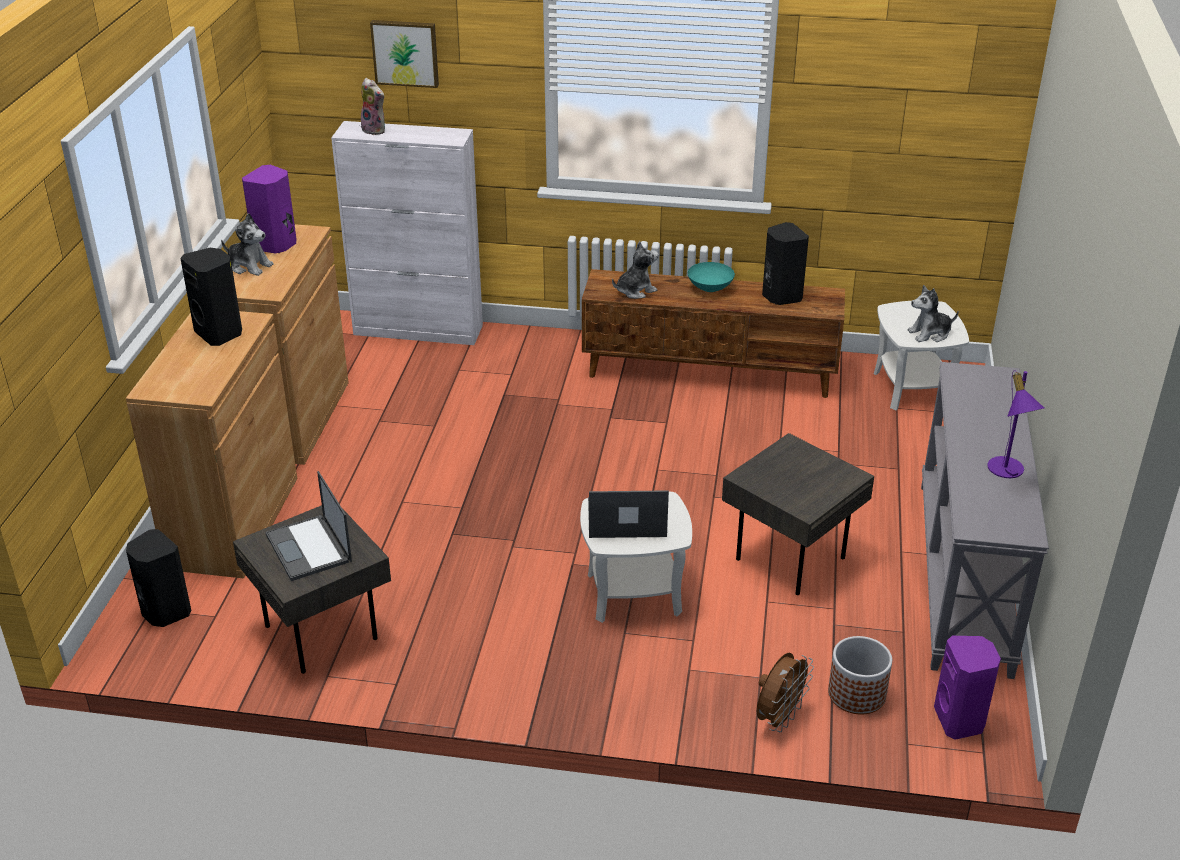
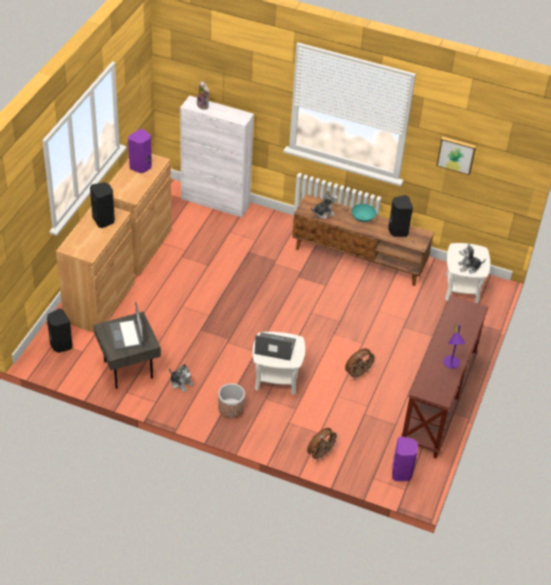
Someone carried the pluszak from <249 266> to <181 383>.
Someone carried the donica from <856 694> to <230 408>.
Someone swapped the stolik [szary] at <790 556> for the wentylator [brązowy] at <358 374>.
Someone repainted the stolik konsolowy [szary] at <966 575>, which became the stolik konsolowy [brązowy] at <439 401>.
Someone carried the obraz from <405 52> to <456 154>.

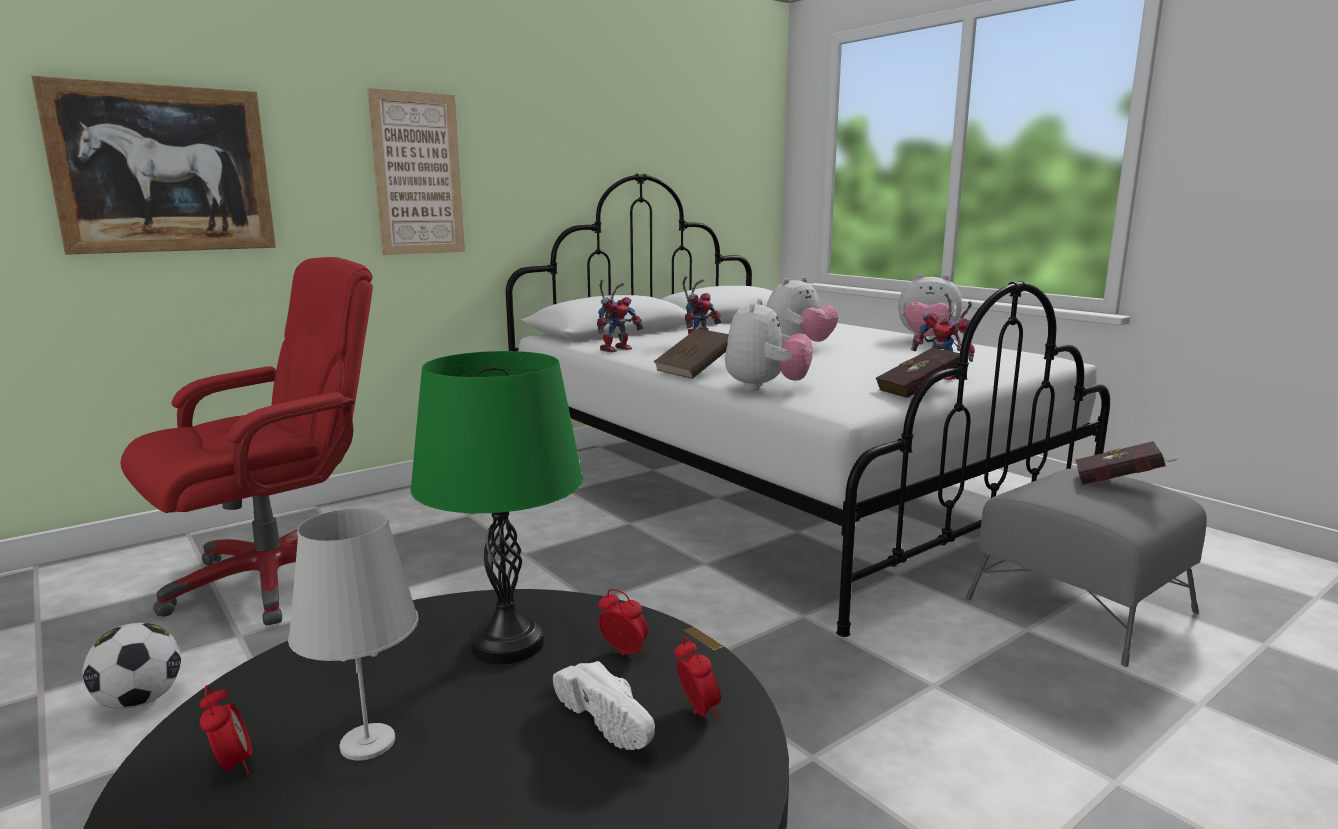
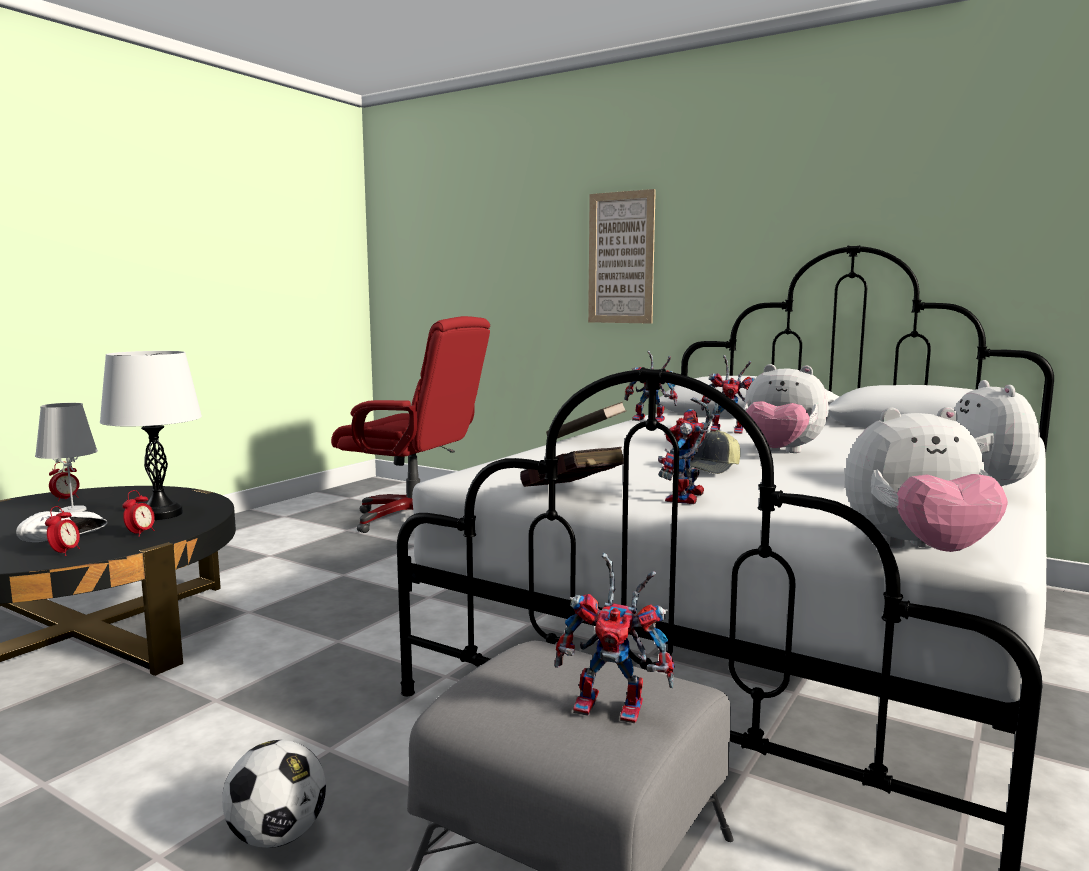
Someone rotated the budzik at <697 712> by 45 degrees counterclockwise.
Someone repainted the lampa stołowa [zielony] at <508 644>, which became the lampa stołowa [biały] at <160 514>.
Someone carried the piłka futbolowa from <140 701> to <277 836>.
Someone swapped the książka [czerwony] at <1120 484> for the robot zabawkowy at <616 706>.
Someone put down the czapka z daszkiem at <712 469>.
Someone carried the pluszak from <765 388> to <917 551>.
Someone took away the obraz at <164 169>.

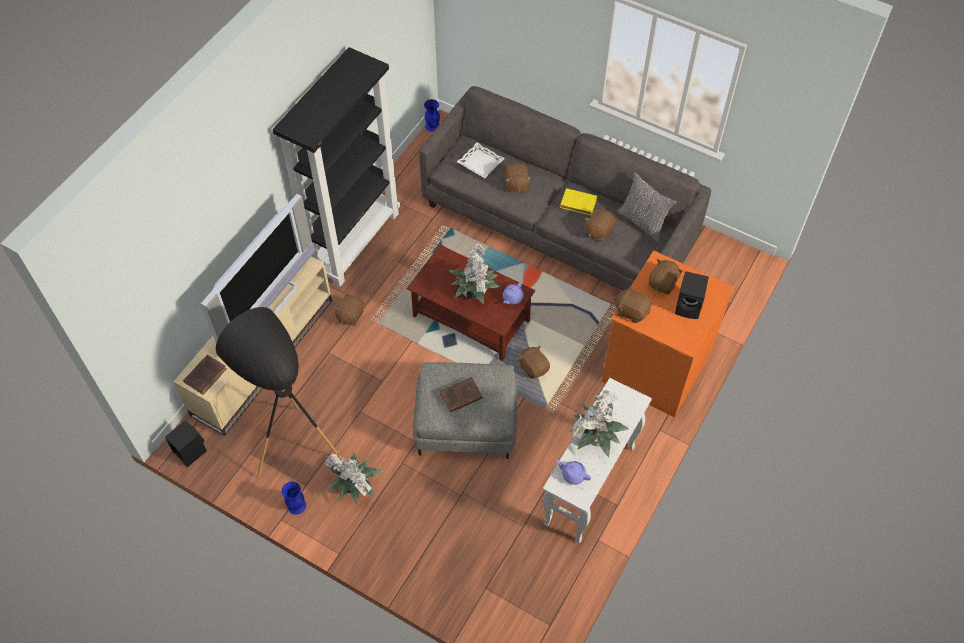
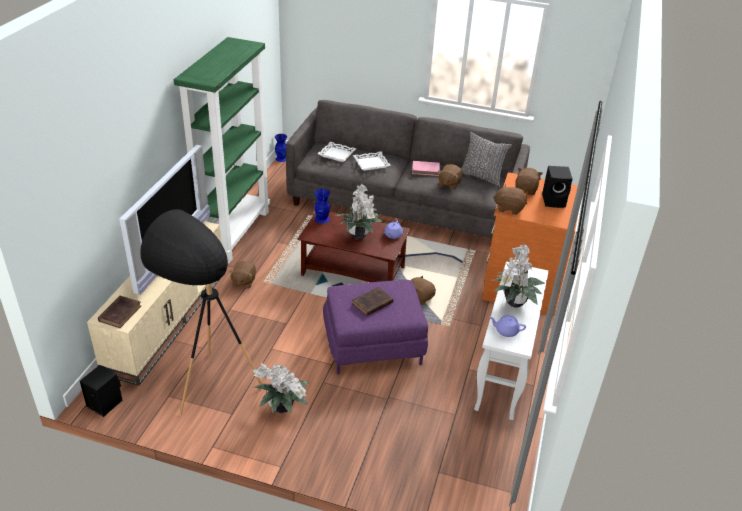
Someone repainted the regał [czarny] at <355 241>, which became the regał [zielony] at <235 232>.
Someone carried the wazon [niebieski] from <296 506> to <322 219>.
Someone repainted the pufa [szary] at <465 423>, which became the pufa [fioletowy] at <373 344>.
Someone swapped the pluszak [brązowy] at <516 184> for the taca [biały] at <371 163>.
Someone repainted the książka [żółty] at <579 203>, which became the książka [różowy] at <426 170>.

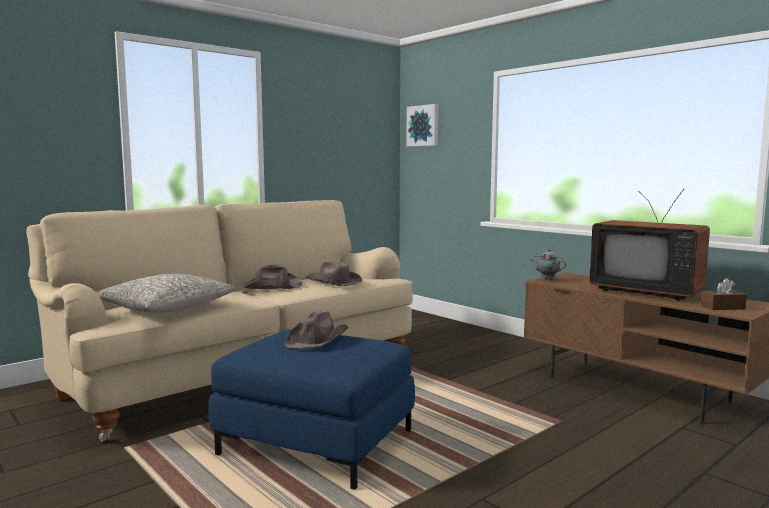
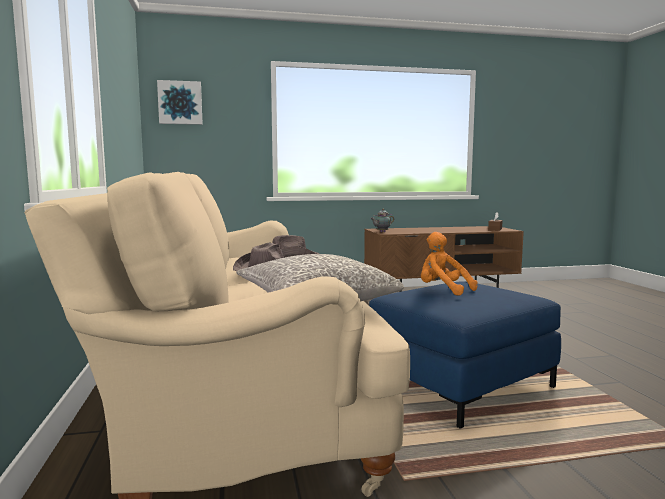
Someone swapped the kapelusz [brązowy] at <317 339> for the pluszak [pomarańczowy] at <442 290>.
Someone took away the telewizor at <646 291>.

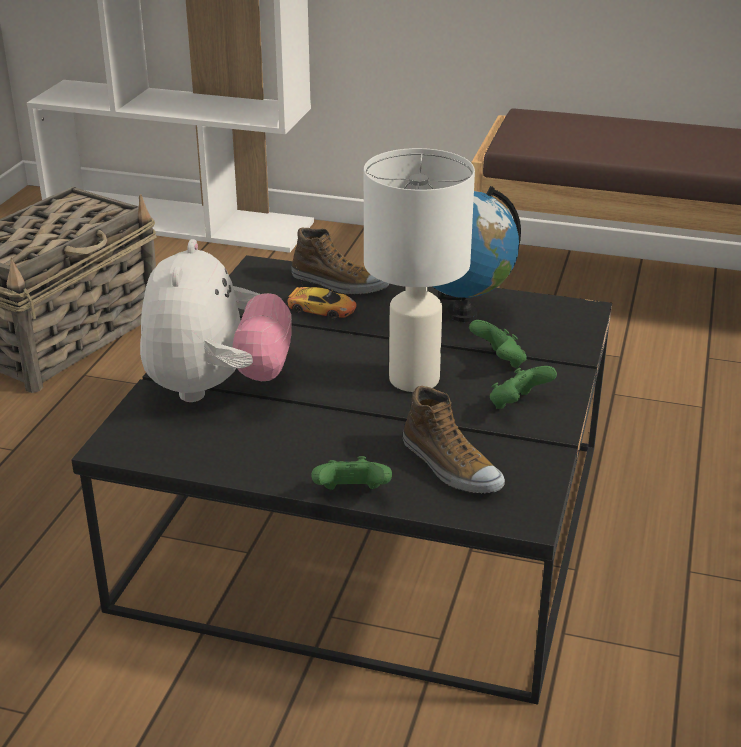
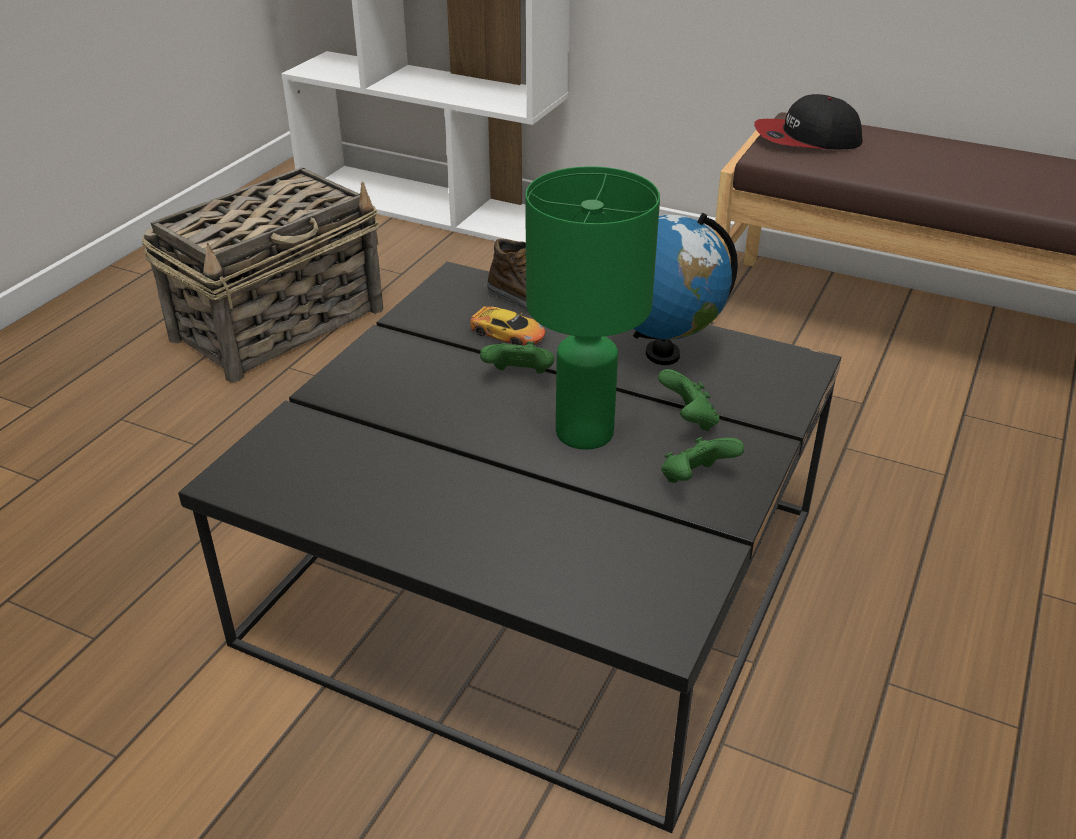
Someone carried the pad do gier [zielony] from <352 495> to <519 377>.
Someone repainted the lampa stołowa [biały] at <413 379>, which became the lampa stołowa [zielony] at <583 432>.
Someone put down the czapka z daszkiem at <806 139>.
Someone took away the pluszak at <216 388>.
Someone took away the but at <450 466>.

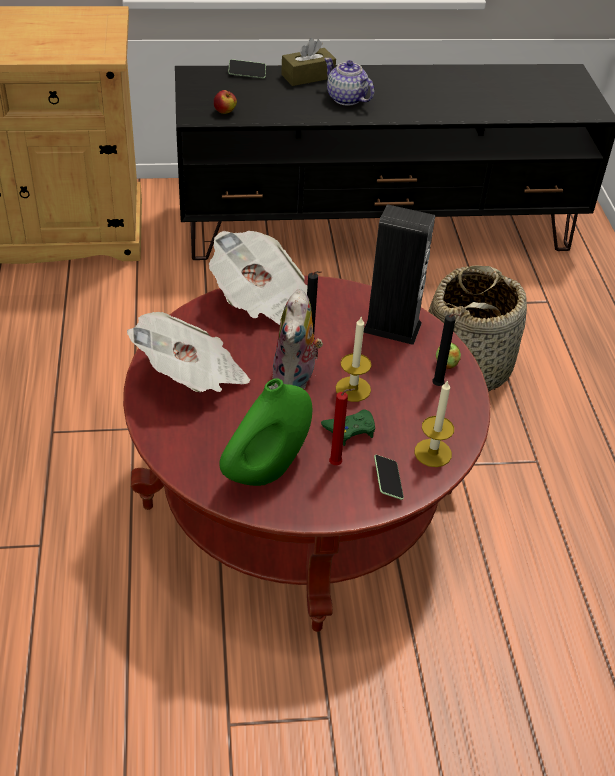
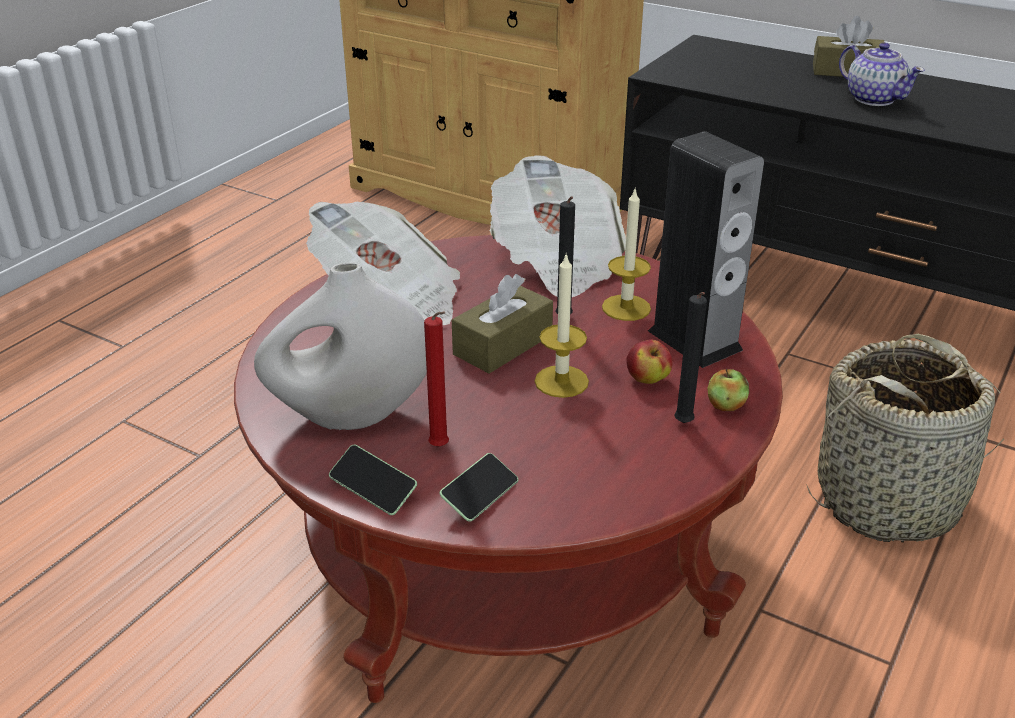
Someone repainted the wazon [zielony] at <266 471>, which became the wazon [biały] at <350 416>.
Someone carried the telefon from <247 74> to <373 489>.
Someone swapped the pluszak at <296 379> for the pudełko chusteczek [brązowy] at <503 345>.
Someone carried the świeca from <433 453> to <626 308>.
Someone carried the jabłko from <225 112> to <647 380>.
Someone rotated the imbryk at <346 99> by 150 degrees clockwise.
Someone took away the pad do gier [zielony] at <350 430>.

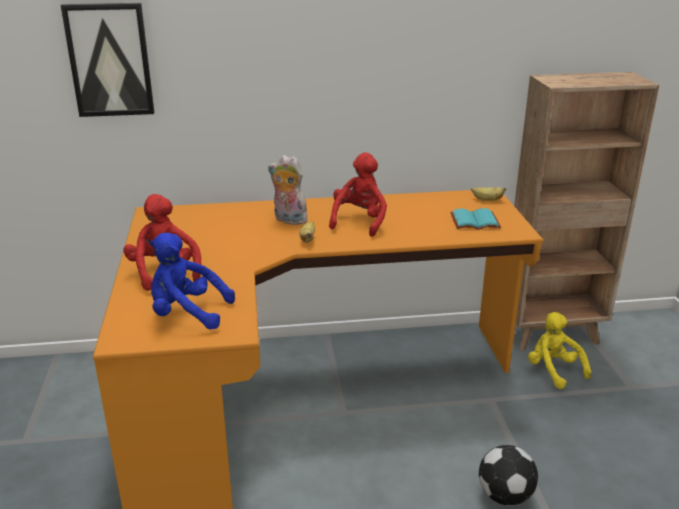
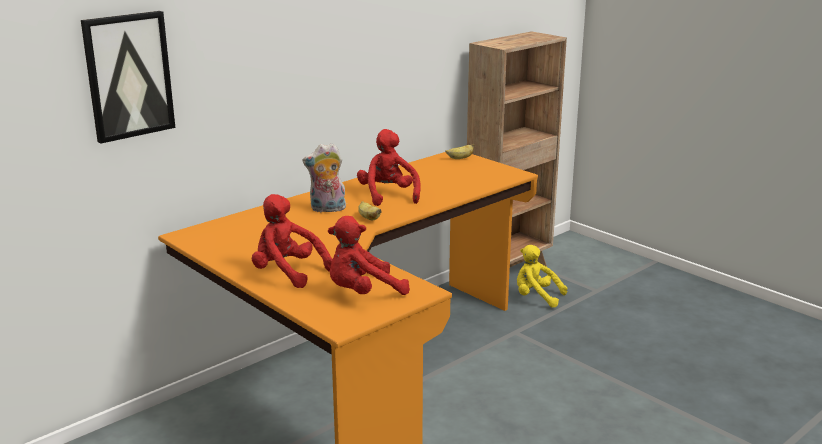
Someone repainted the pluszak [niebieski] at <187 313>, which became the pluszak [czerwony] at <363 293>.
Someone took away the książka [turkusowy] at <474 222>.
Someone took away the piłka futbolowa at <506 496>.

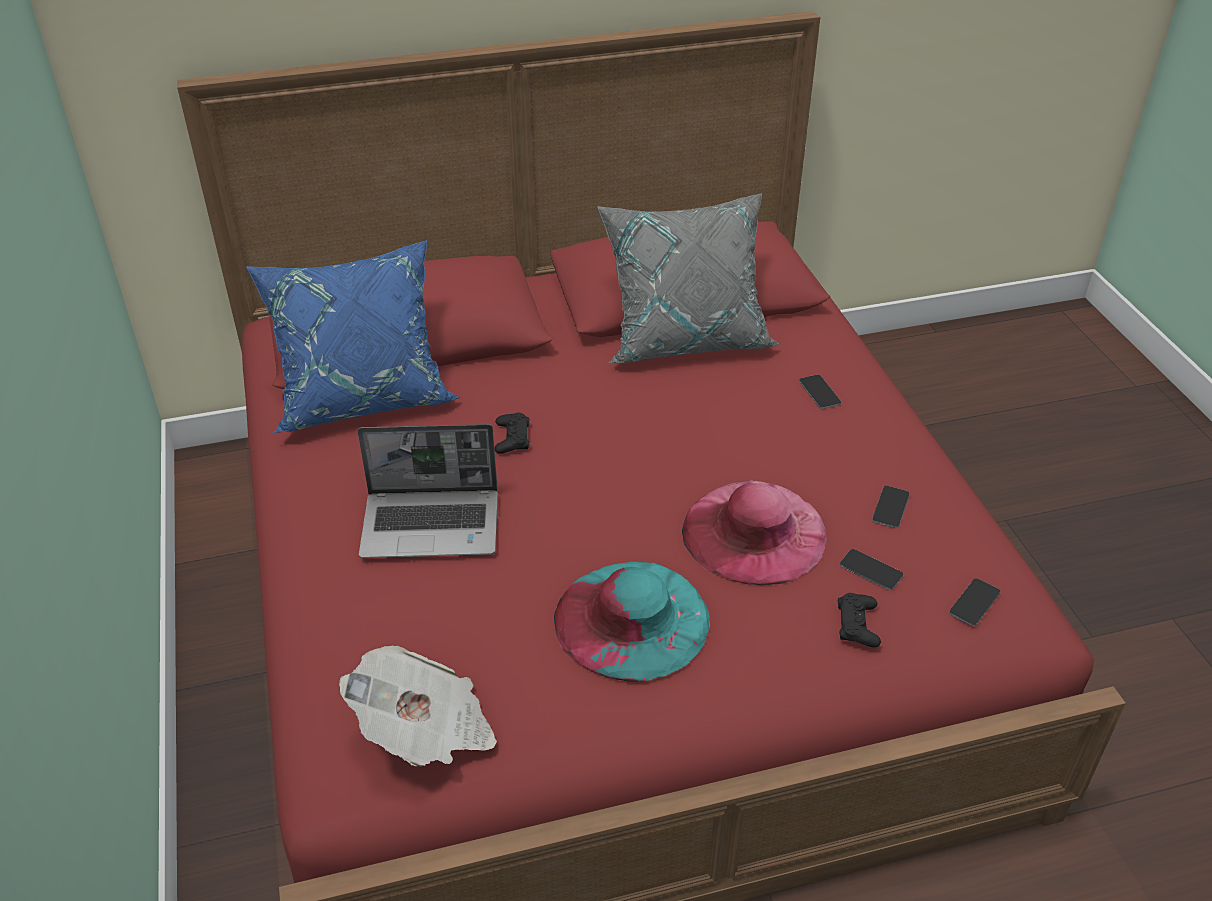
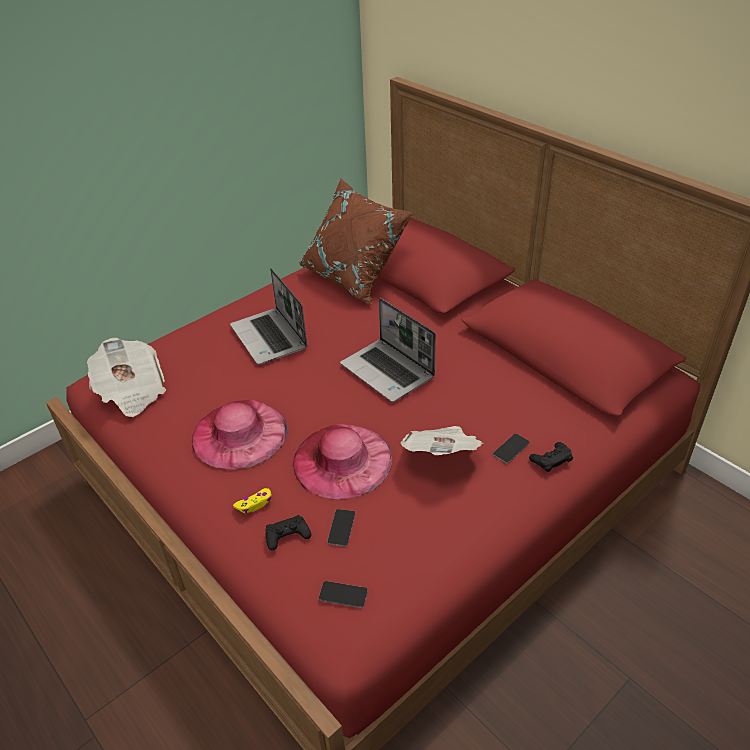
Someone repainted the kapelusz [turkusowy] at <632 619>, which became the kapelusz [różowy] at <239 433>.
Someone put down the pad do gier [żółty] at <254 504>.
Someone repainted the poduszka [niebieski] at <363 395>, which became the poduszka [brązowy] at <354 277>.
Someone put down the laptop at <388 371>.
Someone put down the gazeta at <441 455>.
Someone carried the pad do gier [czarny] from <512 438> to <551 459>.
Someone took away the poduszka [szary] at <685 336>.
Someone took away the telefon at <890 507>.

